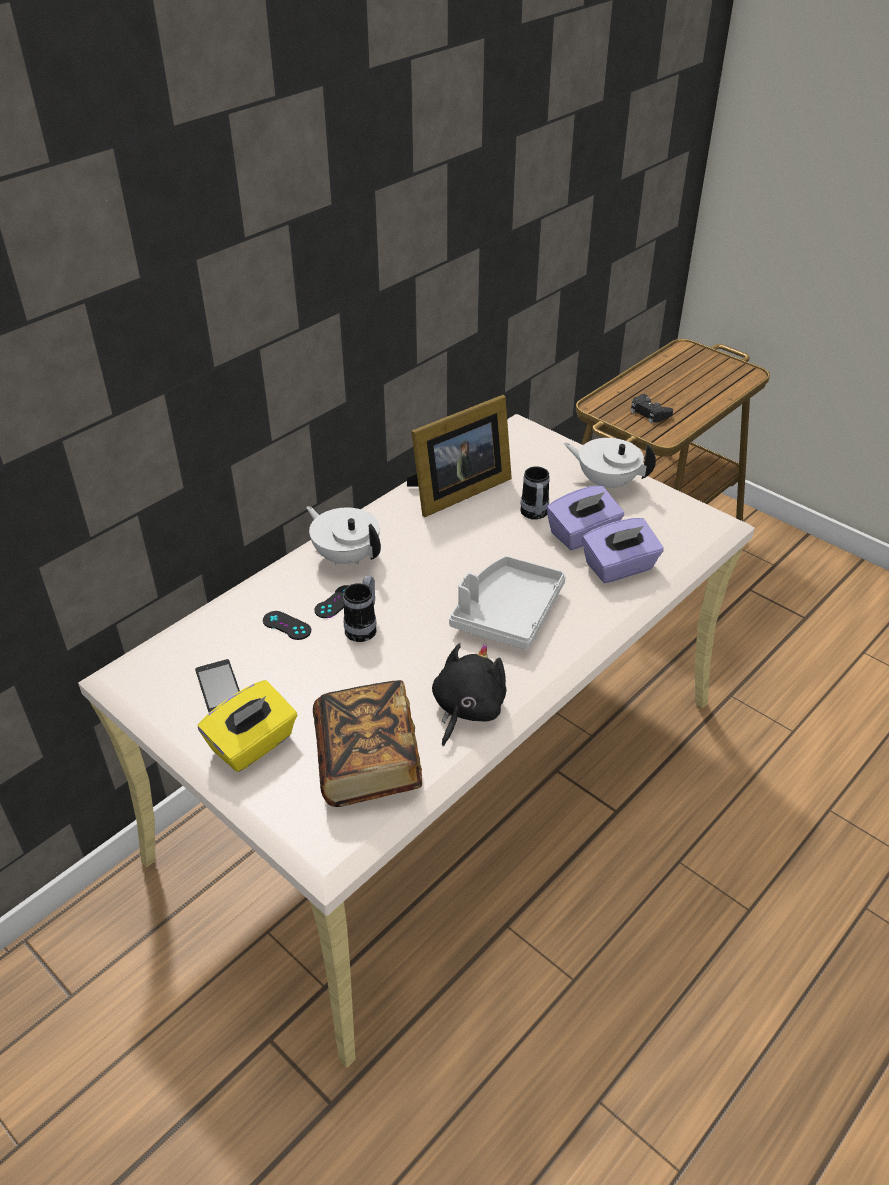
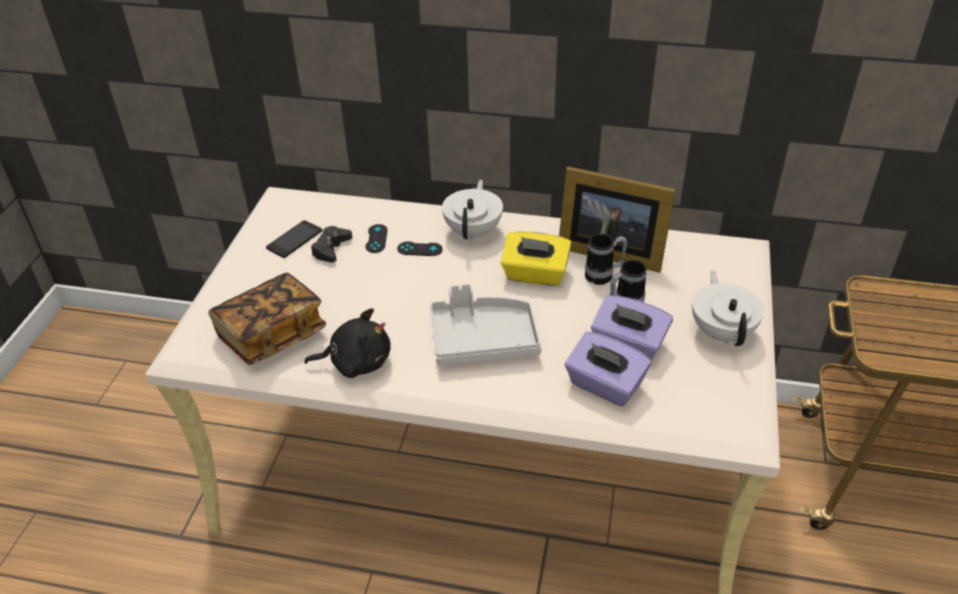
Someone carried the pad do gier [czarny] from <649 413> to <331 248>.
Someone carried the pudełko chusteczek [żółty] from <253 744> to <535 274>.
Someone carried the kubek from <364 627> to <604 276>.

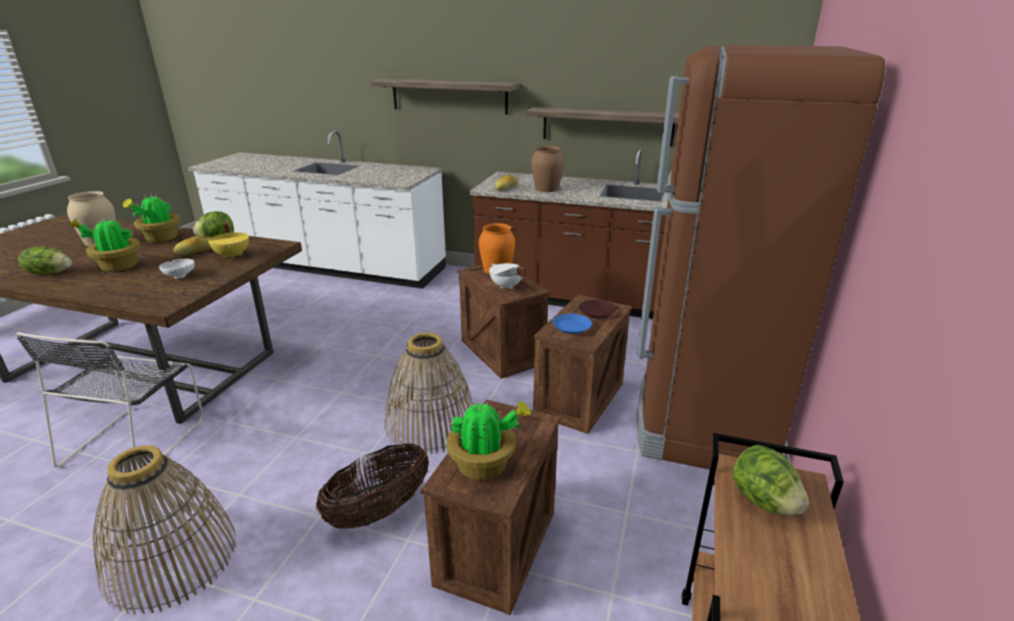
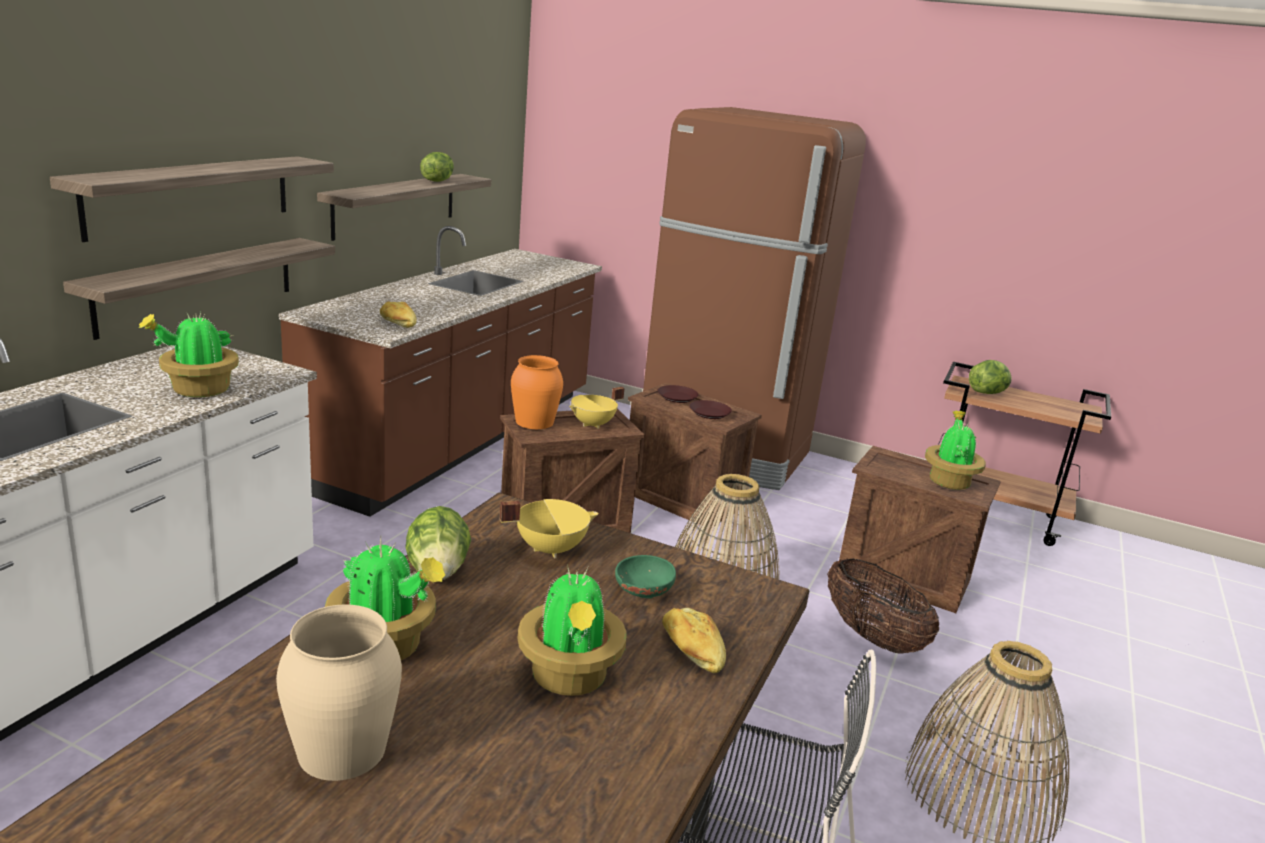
Someone put up the półka at <198 285>.
Someone put down the roślina doniczkowa at <198 391>.
Someone carried the sałata from <50 273> to <437 181>.
Someone repainted the garnek [biały] at <506 286>, which became the garnek [żółty] at <593 425>.
Someone repainted the miska [biały] at <180 276>, which became the miska [zielony] at <642 593>.
Someone carried the chleb from <197 252> to <691 651>.
Someone repainted the talerz [niebieski] at <571 327>, which became the talerz [brązowy] at <709 413>.
Someone took away the wazon [brązowy] at <547 188>.

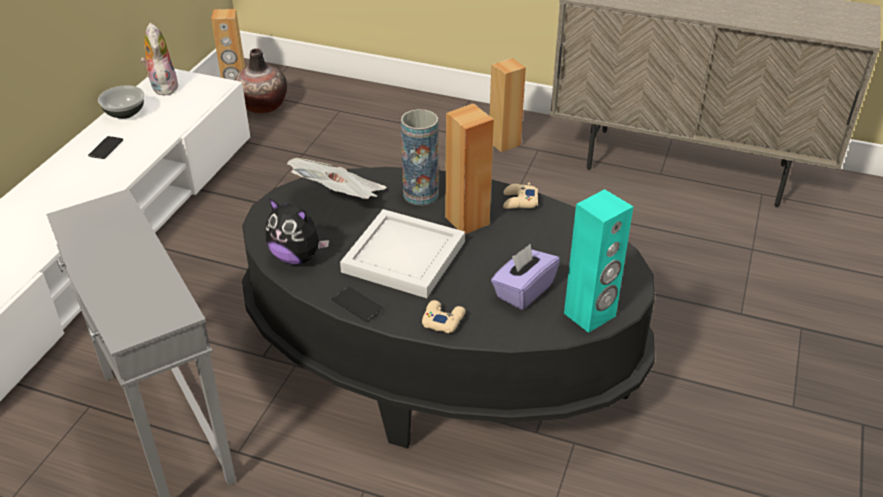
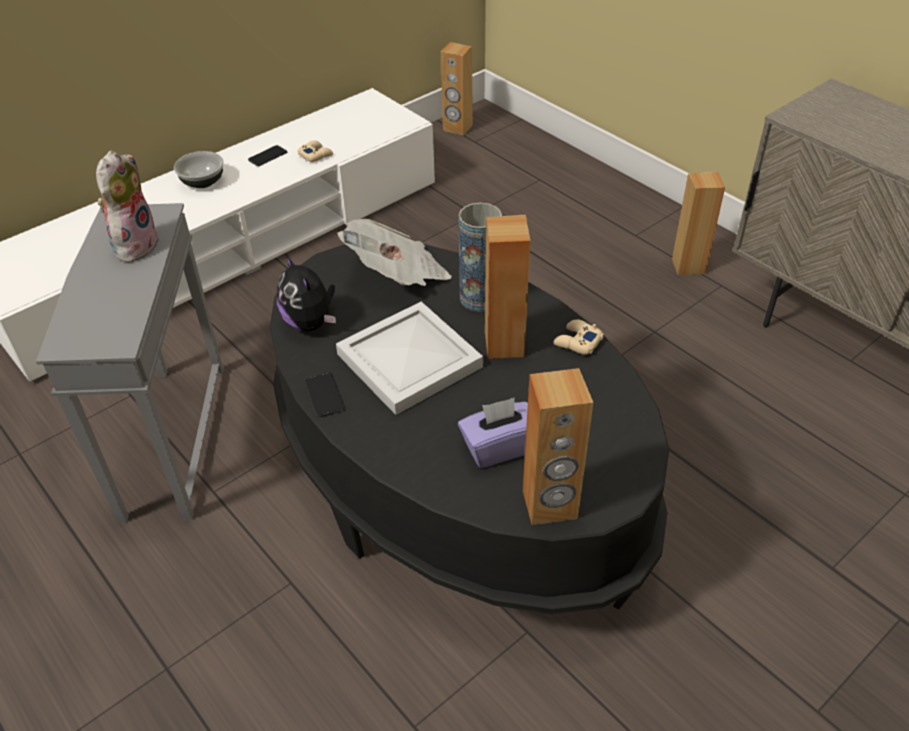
Someone carried the pluszak from <162 87> to <135 244>.
Someone carried the miska from <125 113> to <203 181>.
Someone carried the pad do gier [beżowy] from <443 320> to <315 155>.
Someone repainted the głośnik [turkusowy] at <590 315>, which became the głośnik [brązowy] at <550 505>.
Someone took away the wazon at <262 105>.

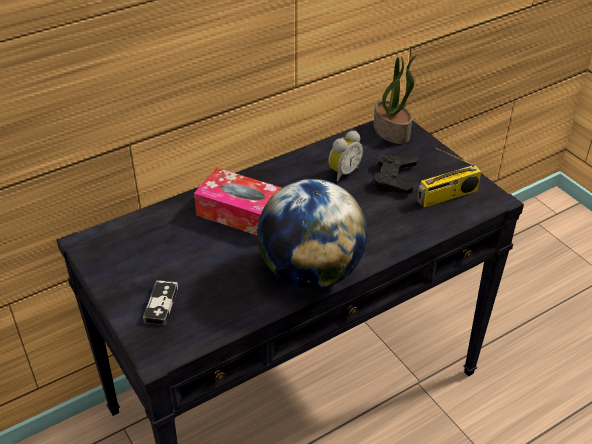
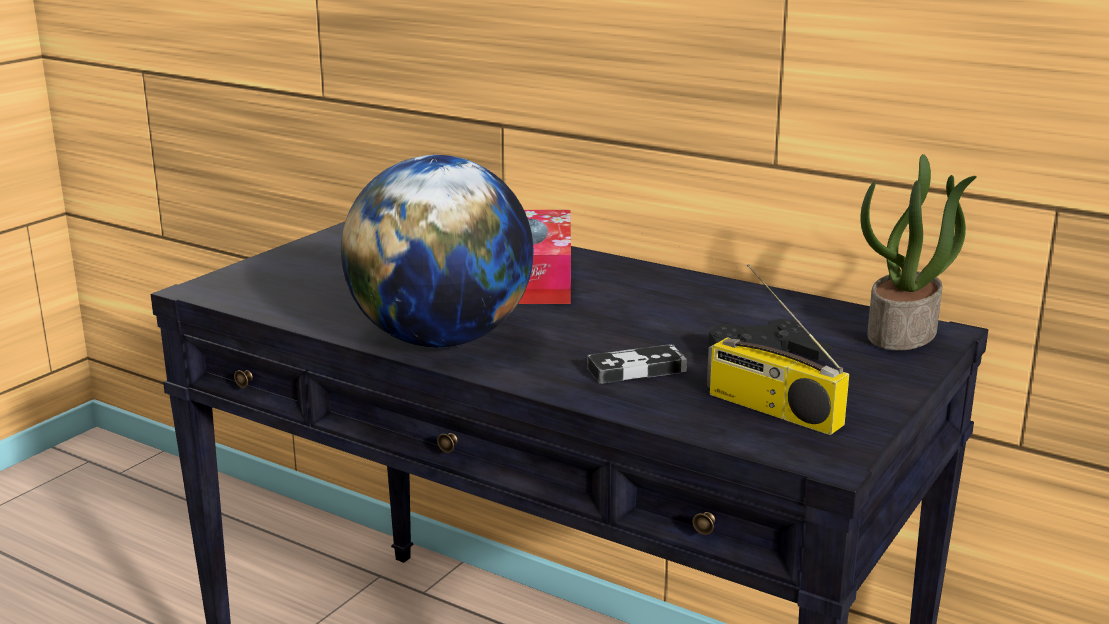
Someone carried the pad do gier from <161 304> to <636 369>.
Someone took away the budzik at <343 172>.

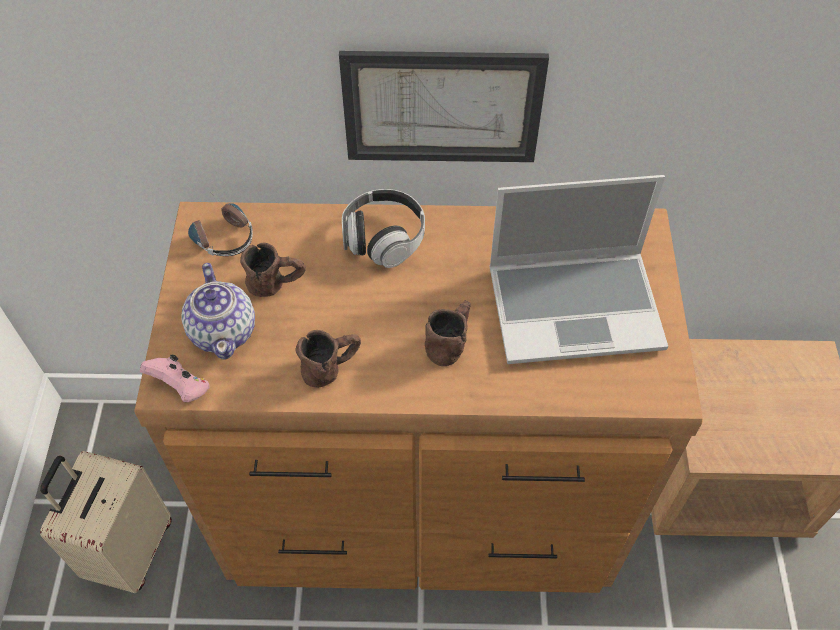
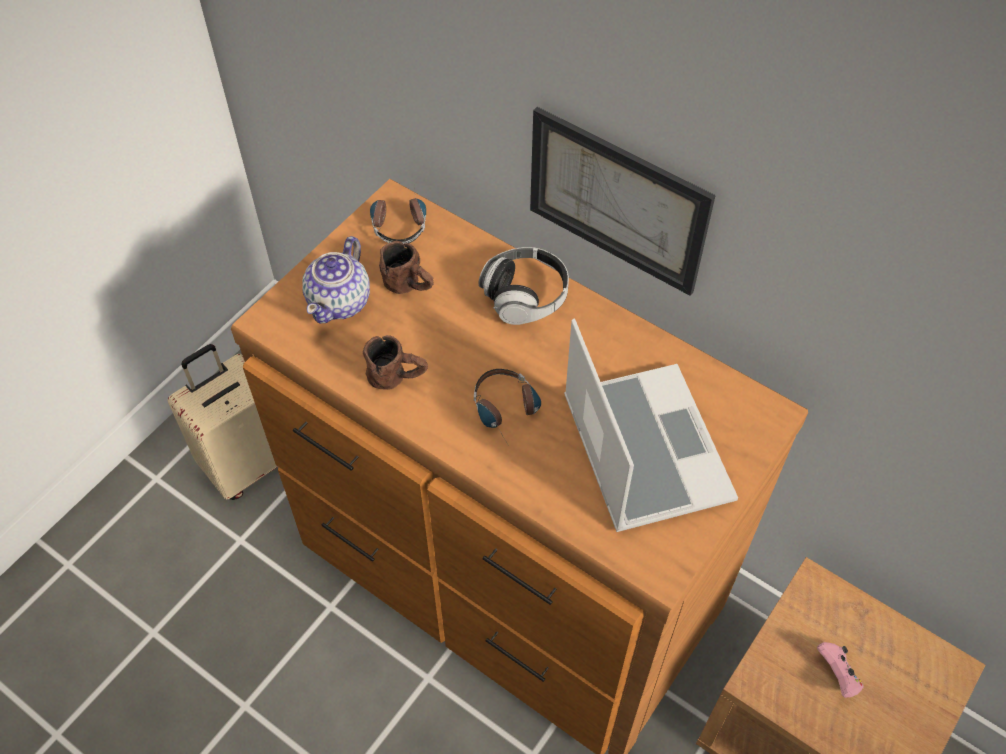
Someone swapped the kubek [brązowy] at <450 341> for the słuchawki at <509 413>.
Someone rotated the laptop at <576 306> by 135 degrees counterclockwise.
Someone carried the pad do gier [różowy] from <181 388> to <837 675>.

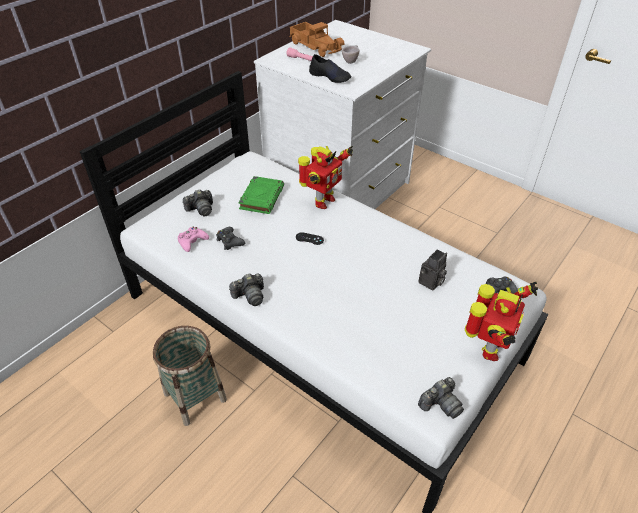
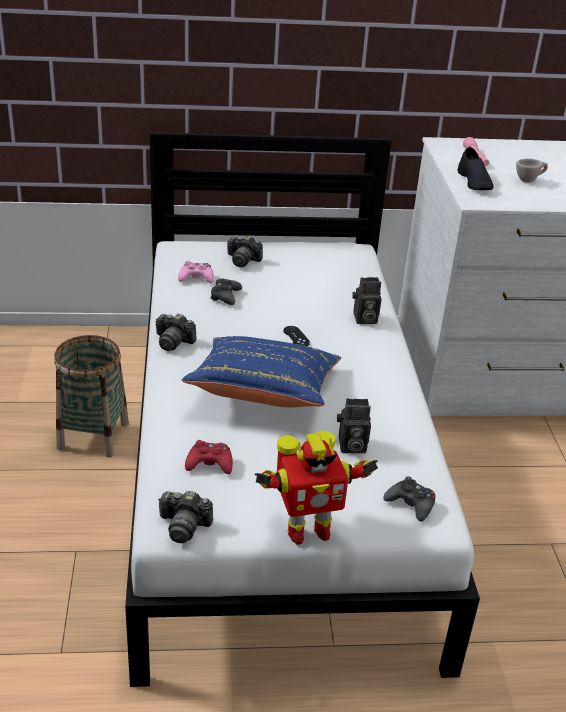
Someone put down the poduszka [niebieski] at <264 393>.
Someone put down the pad do gier [czerwony] at <210 463>.
Someone swapped the robot zabawkowy at <322 201> for the aparat fotograficzny at <364 319>.
Someone took away the książka [zielony] at <261 197>.
Someone took away the ciężarówka zabawkowa at <316 46>.

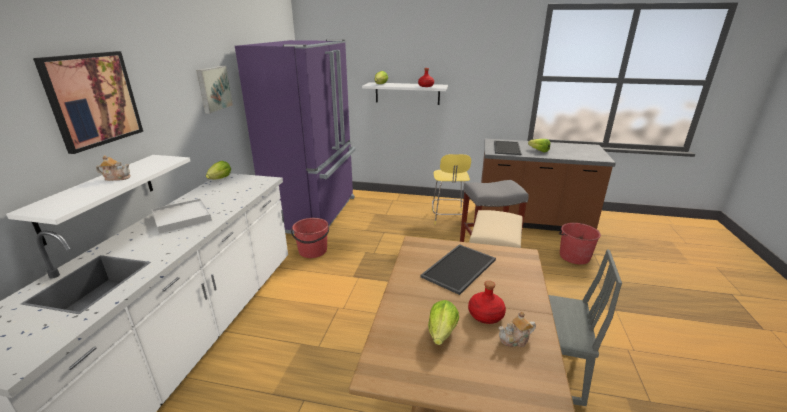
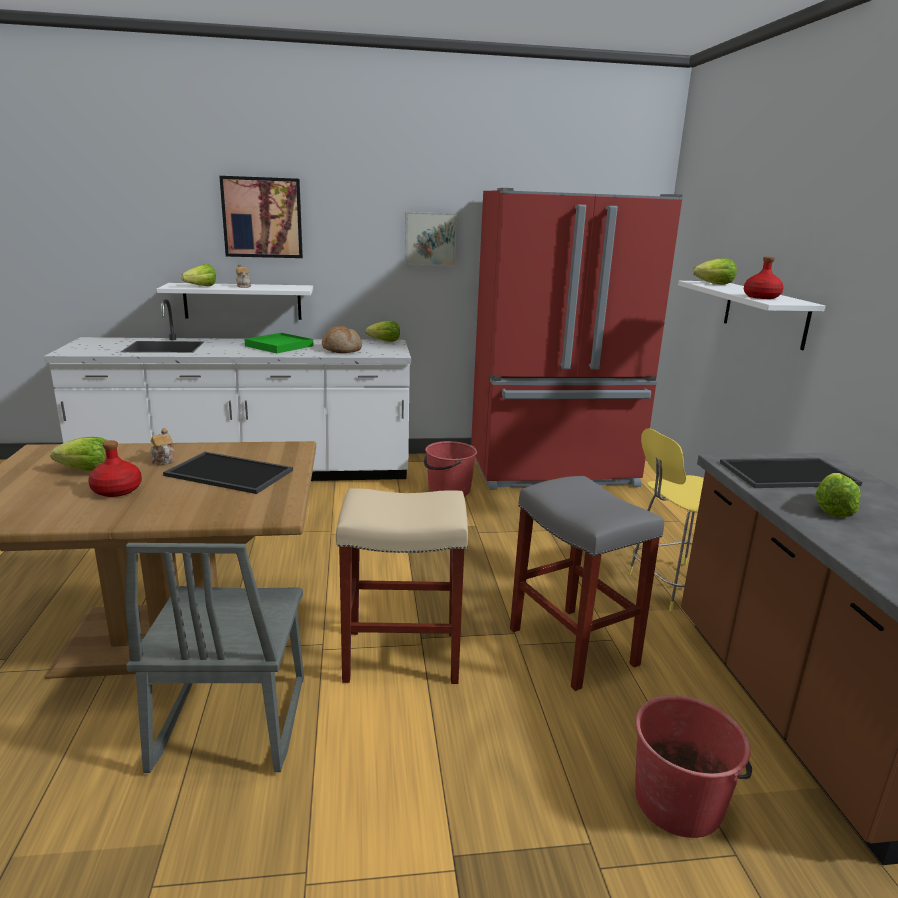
Someone carried the imbryk from <515 339> to <162 460>.
Someone put down the sałata at <198 287>.
Someone repainted the taca [biały] at <182 218>, which became the taca [zielony] at <279 346>.
Someone put down the chleb at <341 349>.
Someone repainted the lodówka [fioletowy] at <315 213>, which became the lodówka [czerwony] at <554 471>.

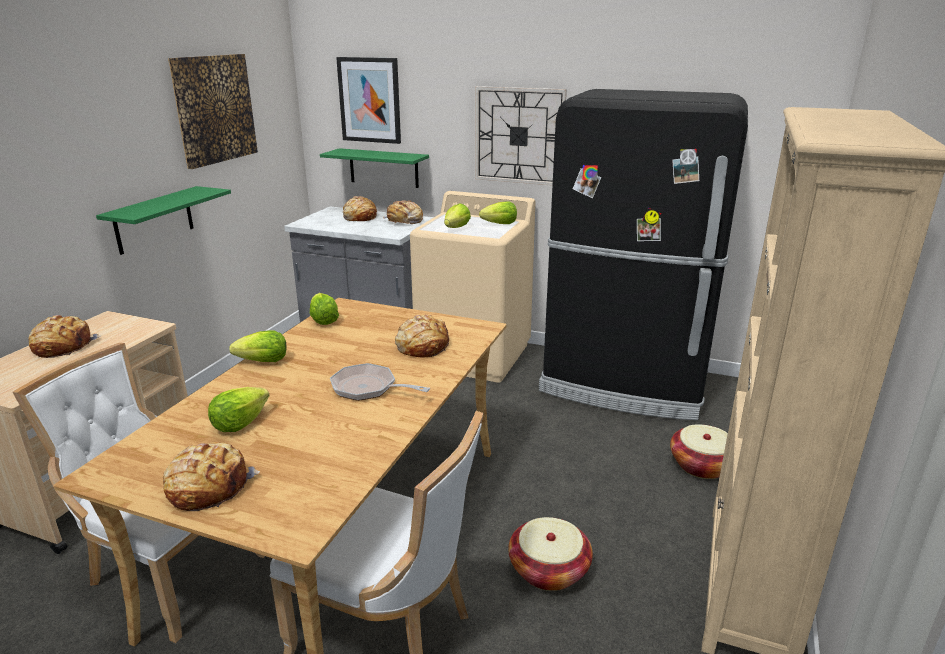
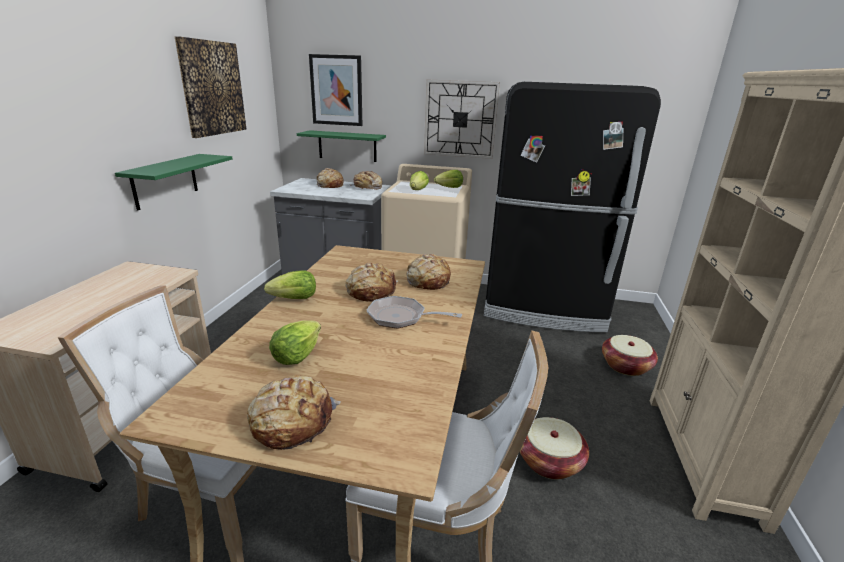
Someone carried the chleb from <63 346> to <371 291>.
Someone took away the sałata at <323 321>.

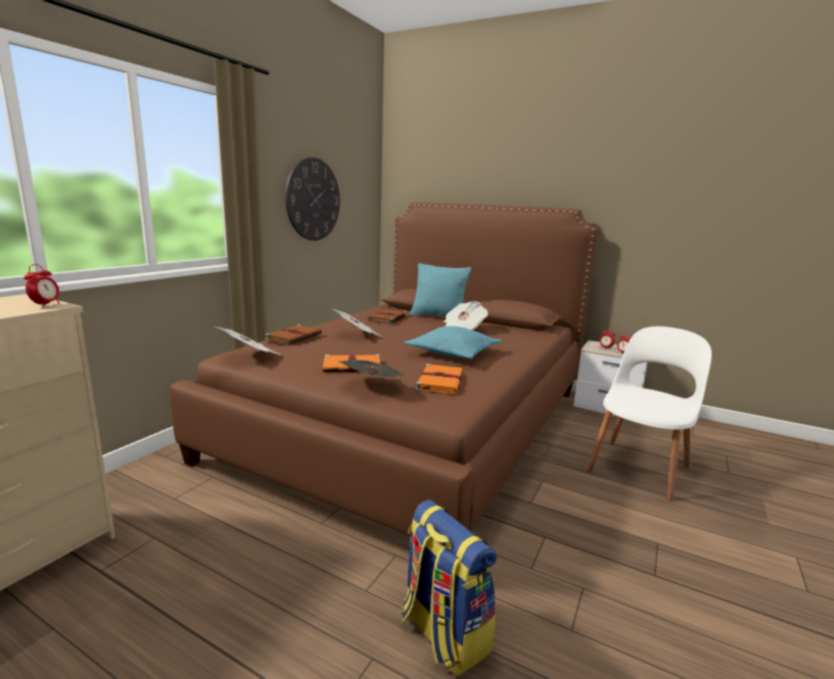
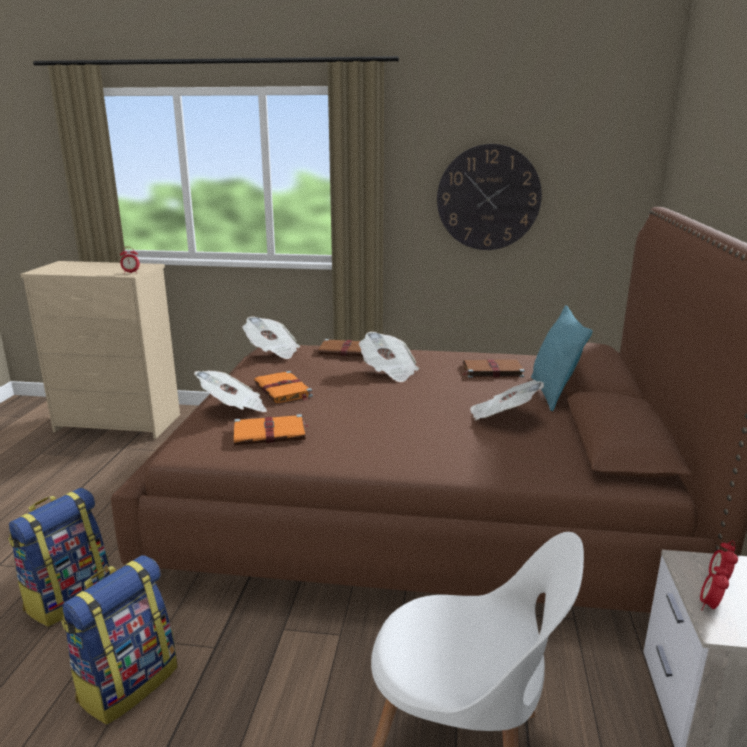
Someone put down the plecak at <128 683>.
Someone took away the poduszka [turkusowy] at <453 353>.

